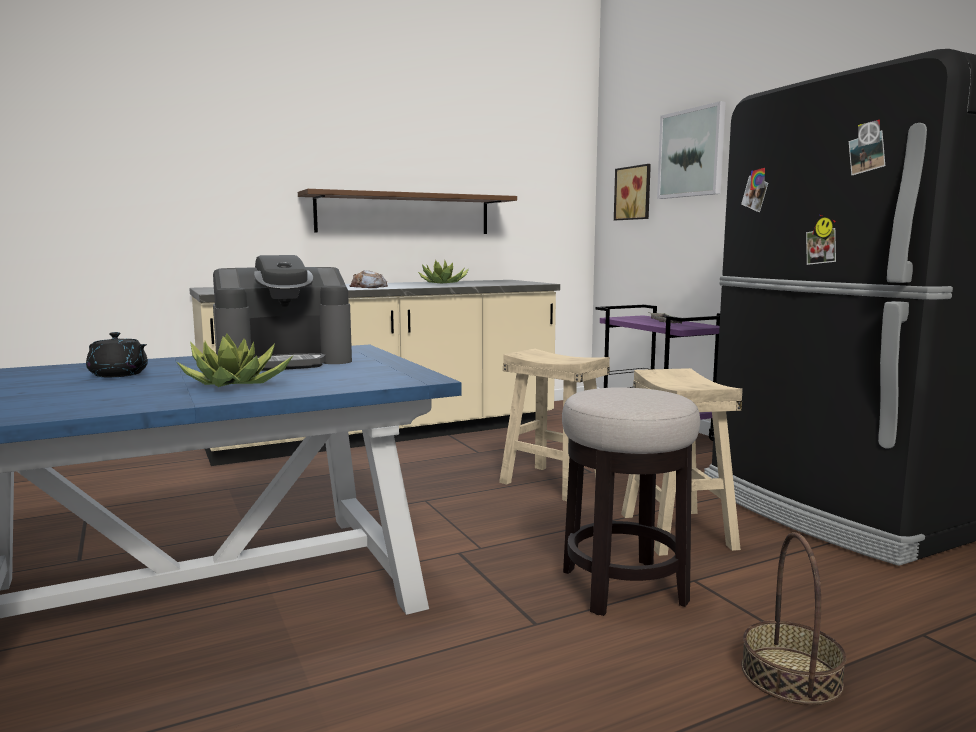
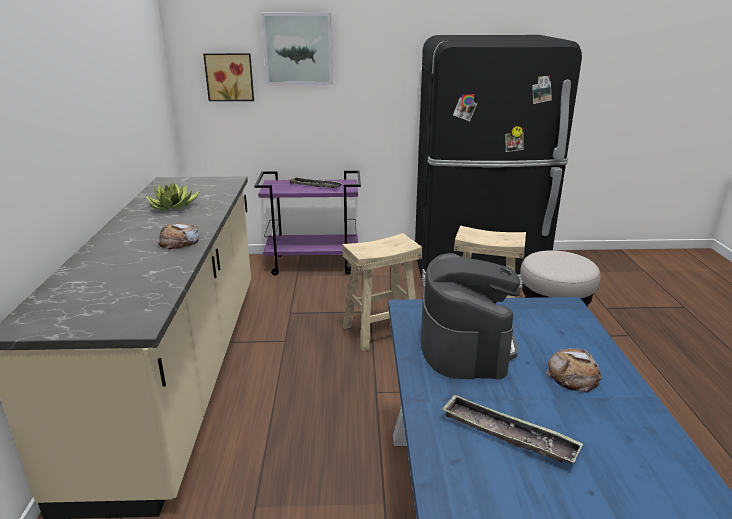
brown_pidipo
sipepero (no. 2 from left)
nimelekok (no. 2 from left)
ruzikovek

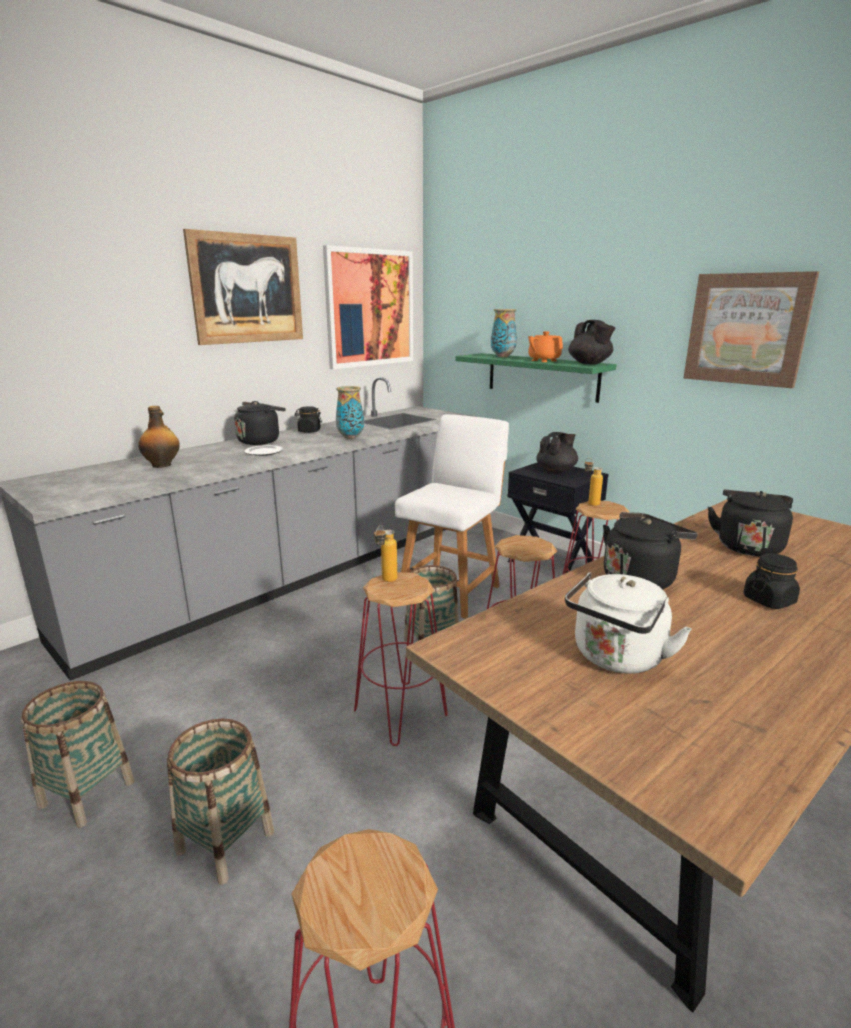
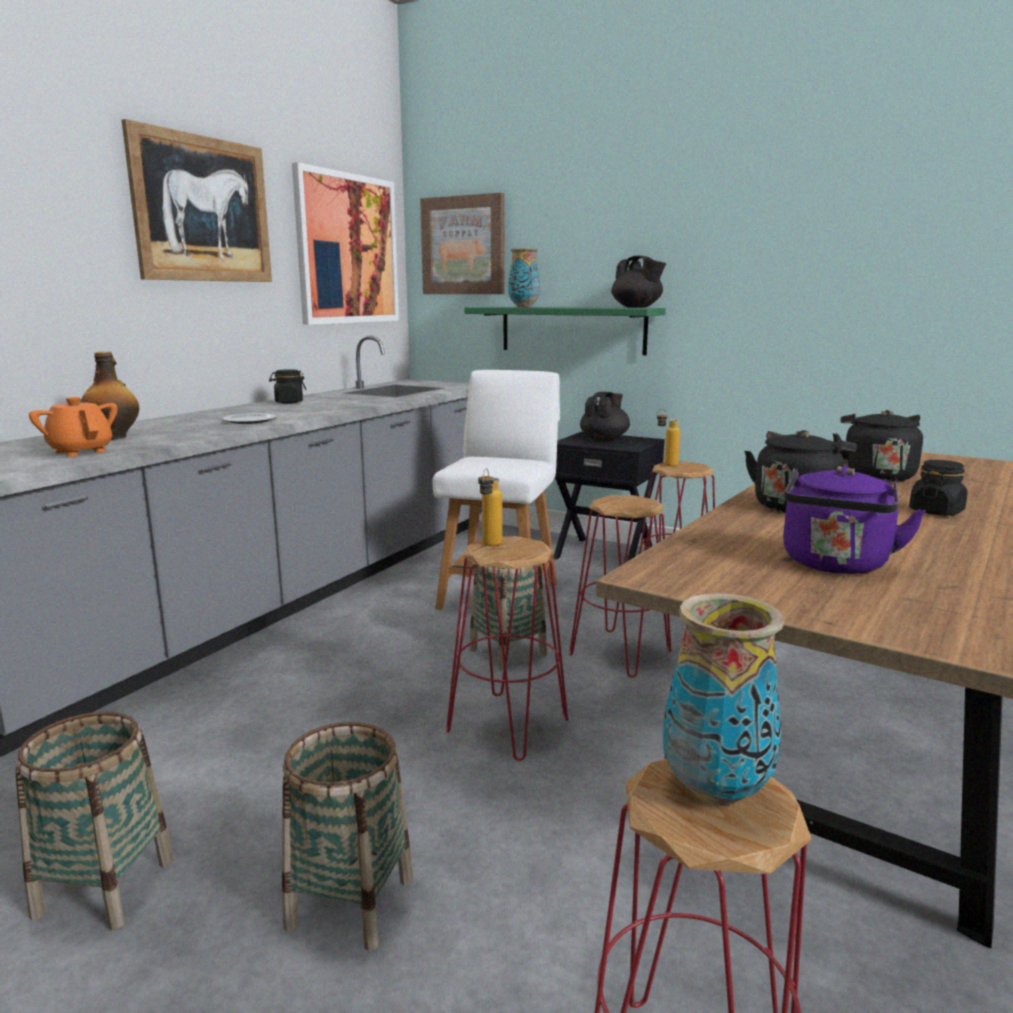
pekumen (no. 3 from left)
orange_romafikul
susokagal (no. 2 from left)
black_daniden (no. 1 from left in the first image)
purple_daniden

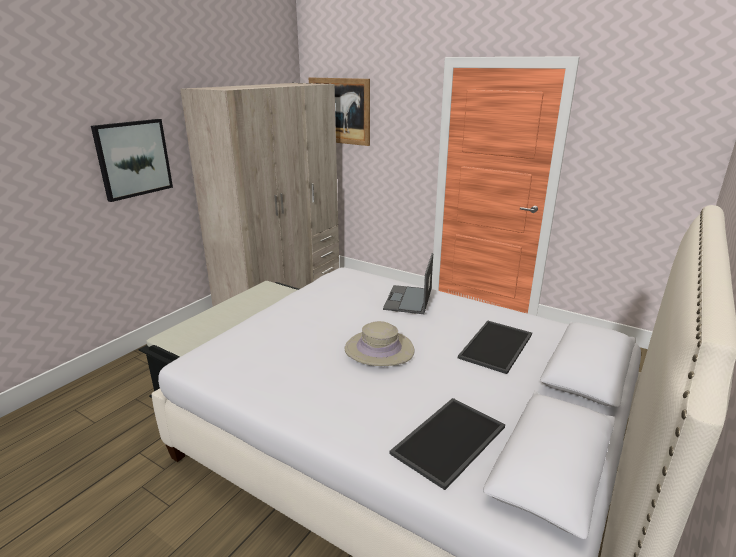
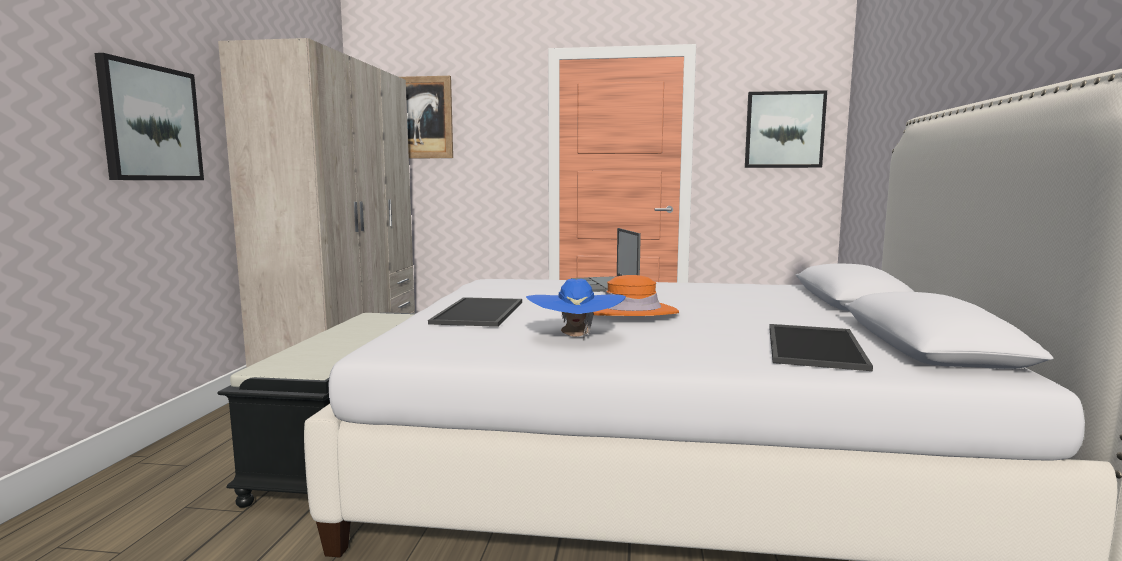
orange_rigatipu
sipepero (no. 1 from left)
pekumen (no. 3 from left)
blue_rigatipu

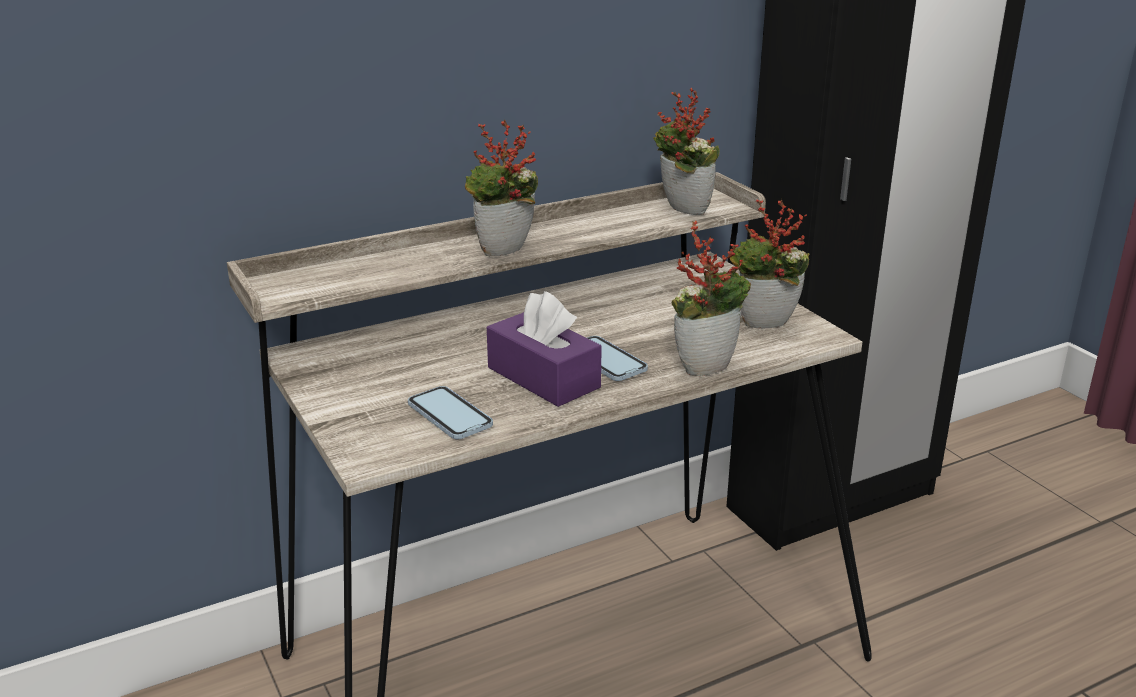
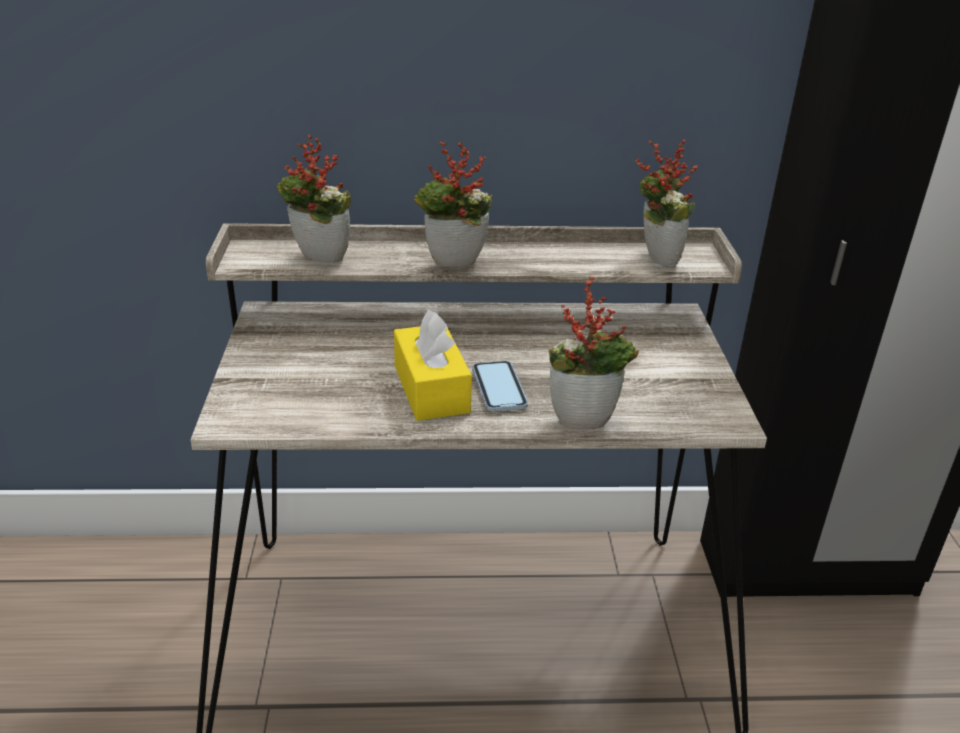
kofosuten (no. 1 from left)
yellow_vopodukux
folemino (no. 1 from left in the first image)

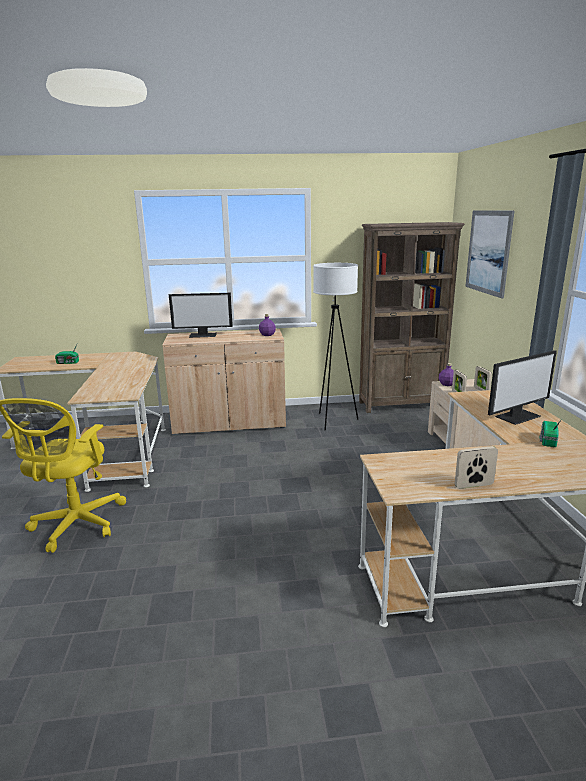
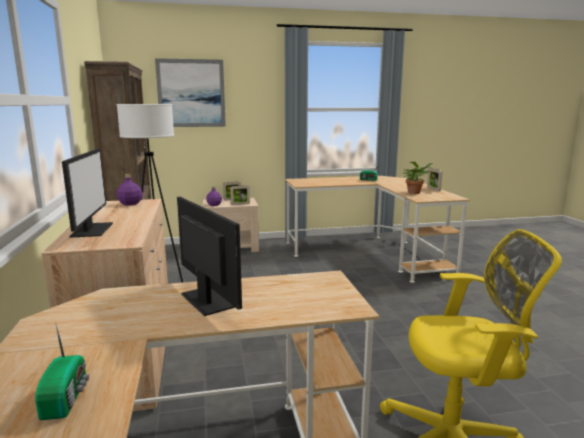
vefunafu (no. 2 from left)
kofosuten

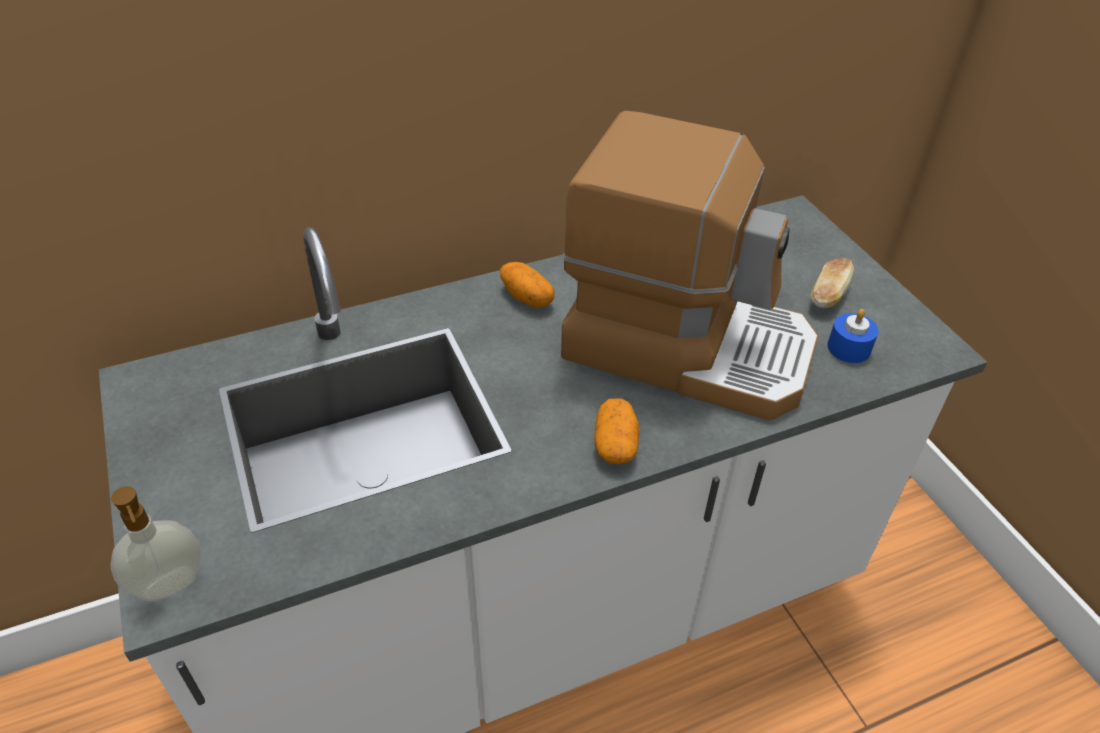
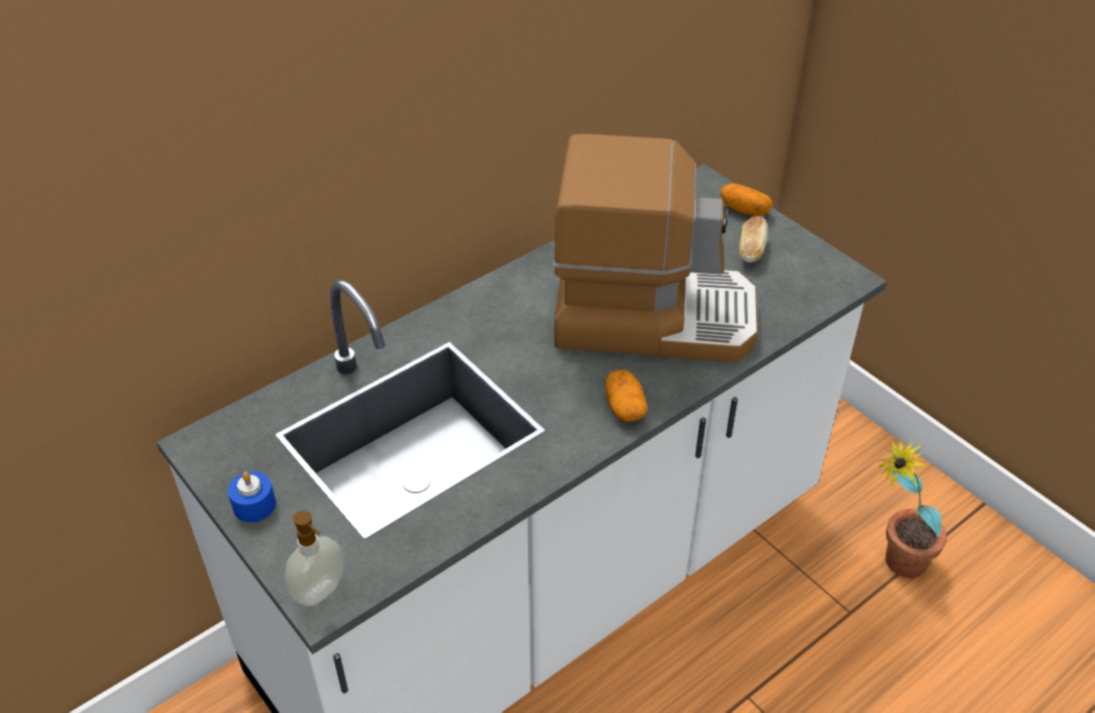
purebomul (no. 2 from left)
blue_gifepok
kofosuten

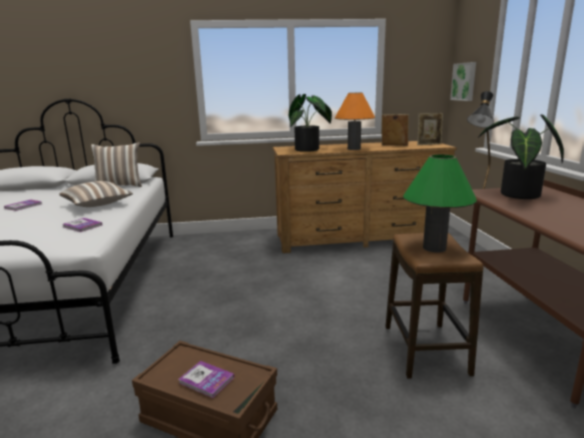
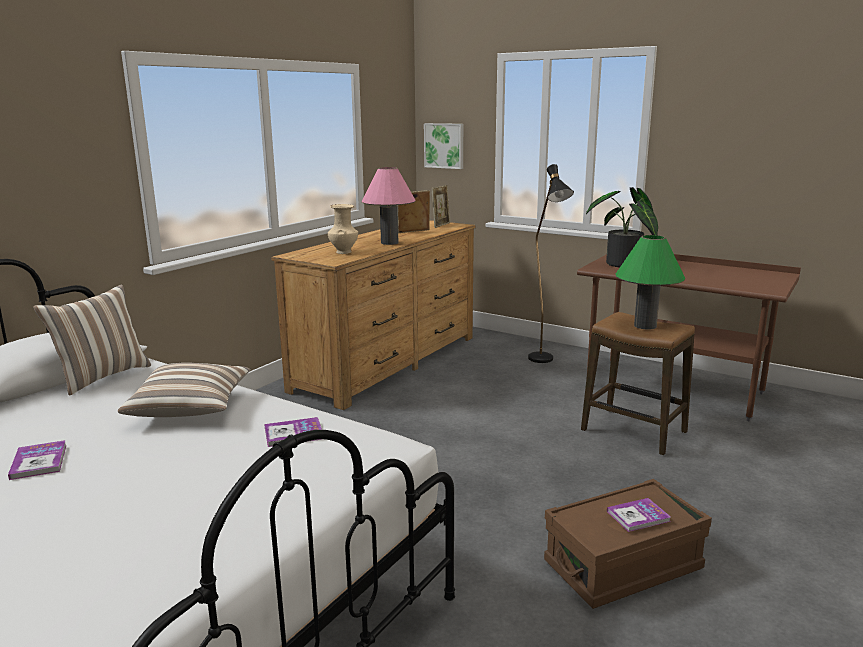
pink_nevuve
beige_susokagal

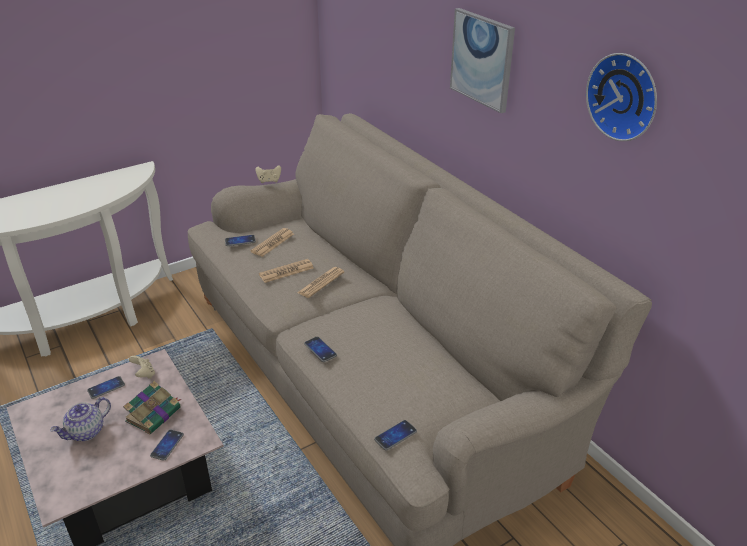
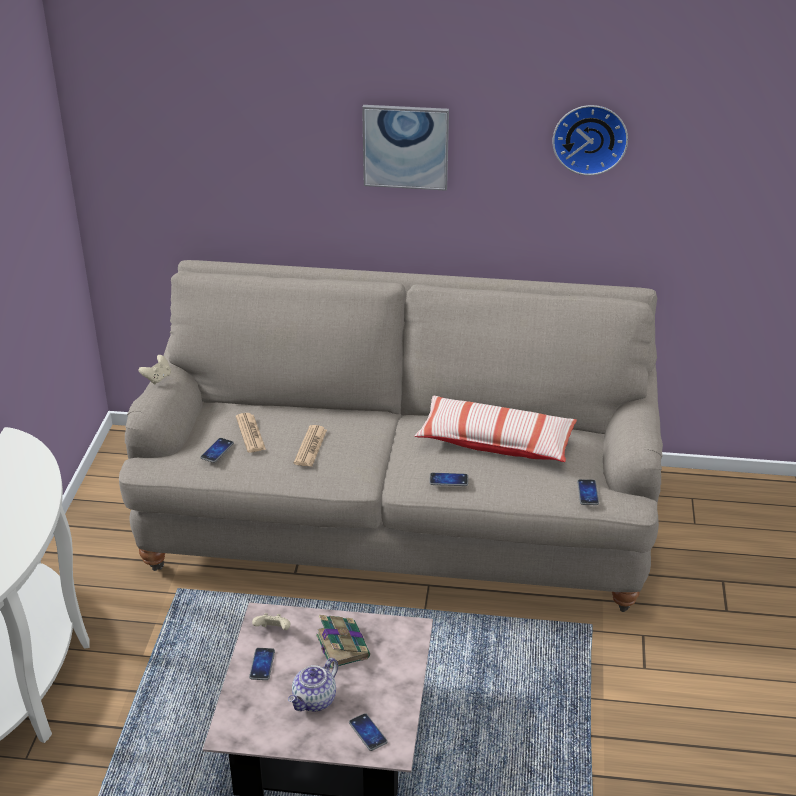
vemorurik (no. 3 from left in the first image)
romafikul
folemino (no. 3 from left)
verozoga

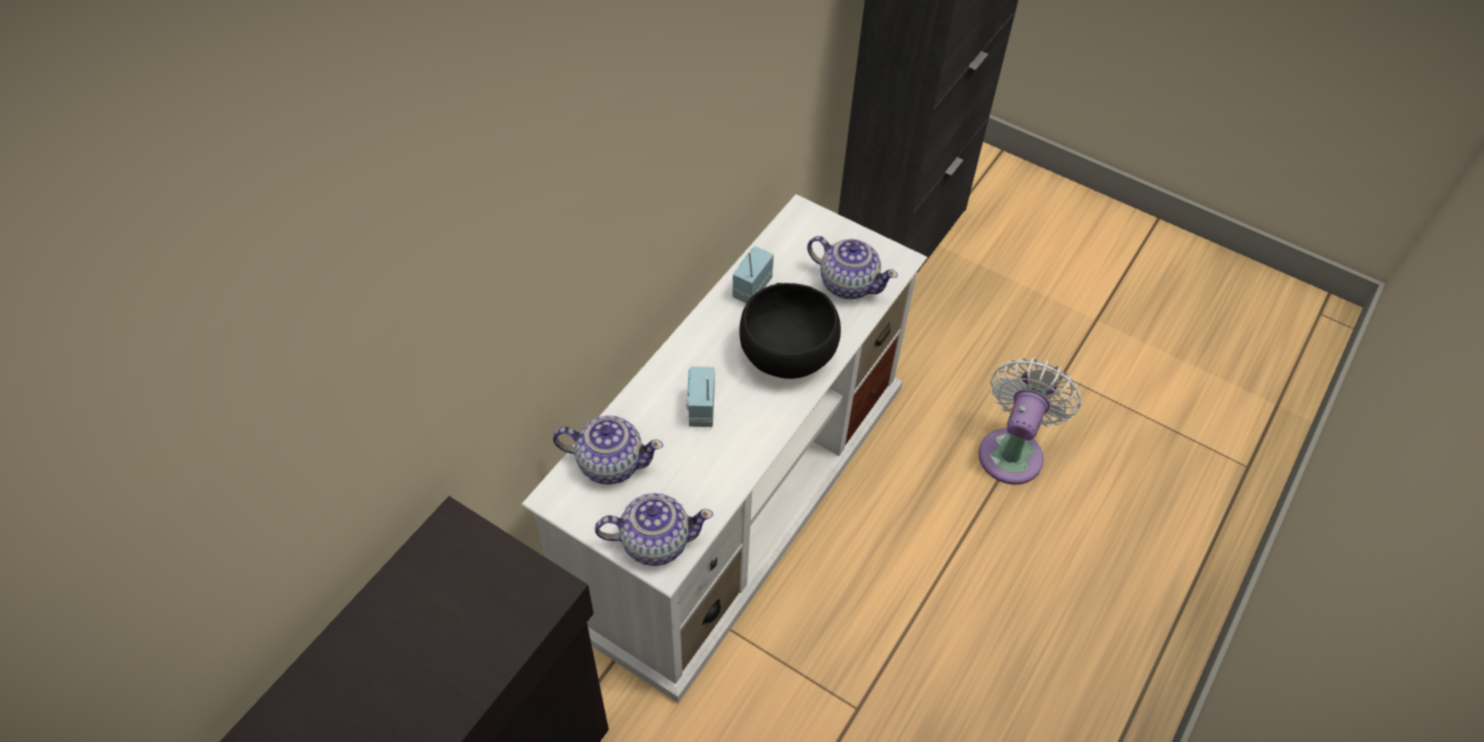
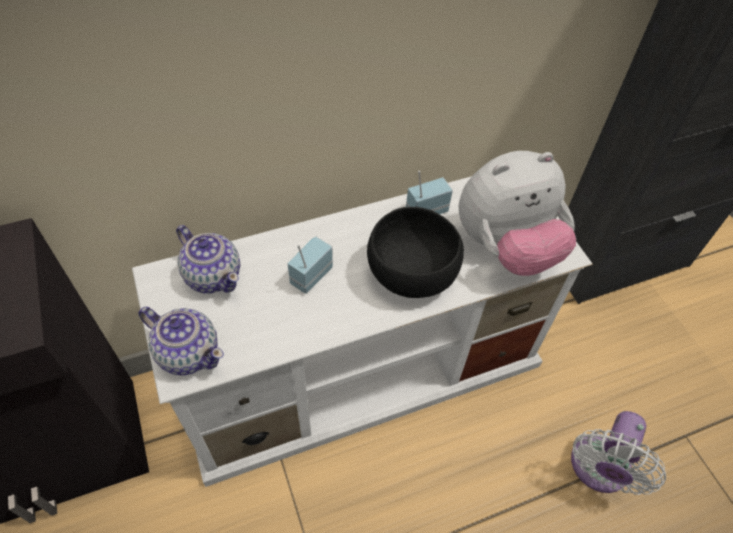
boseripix
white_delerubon

